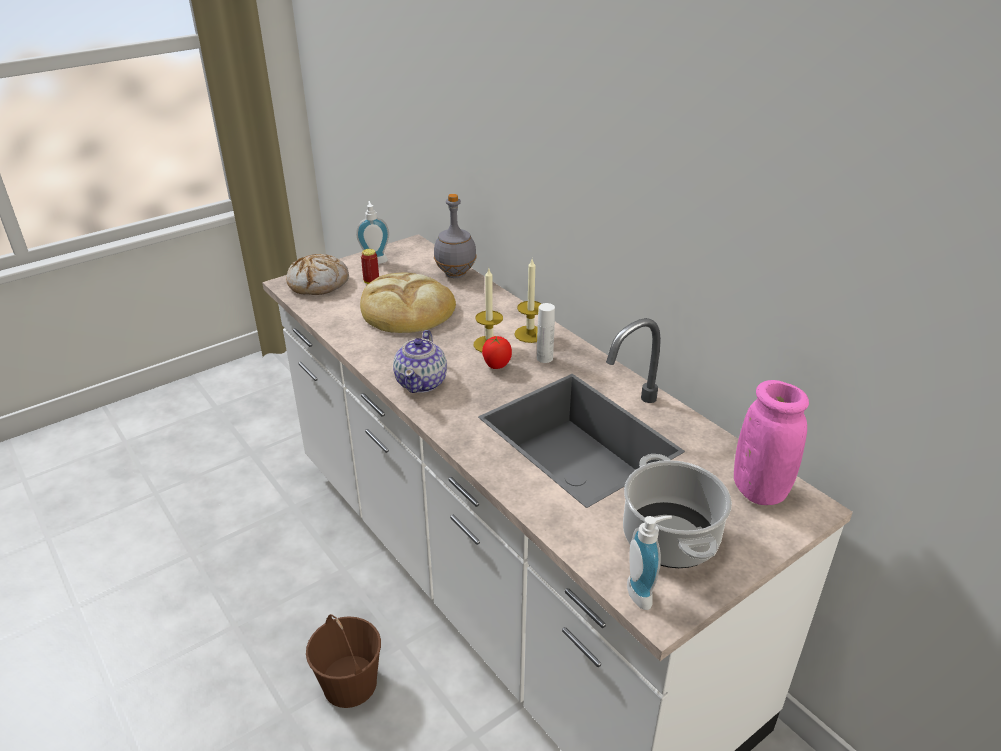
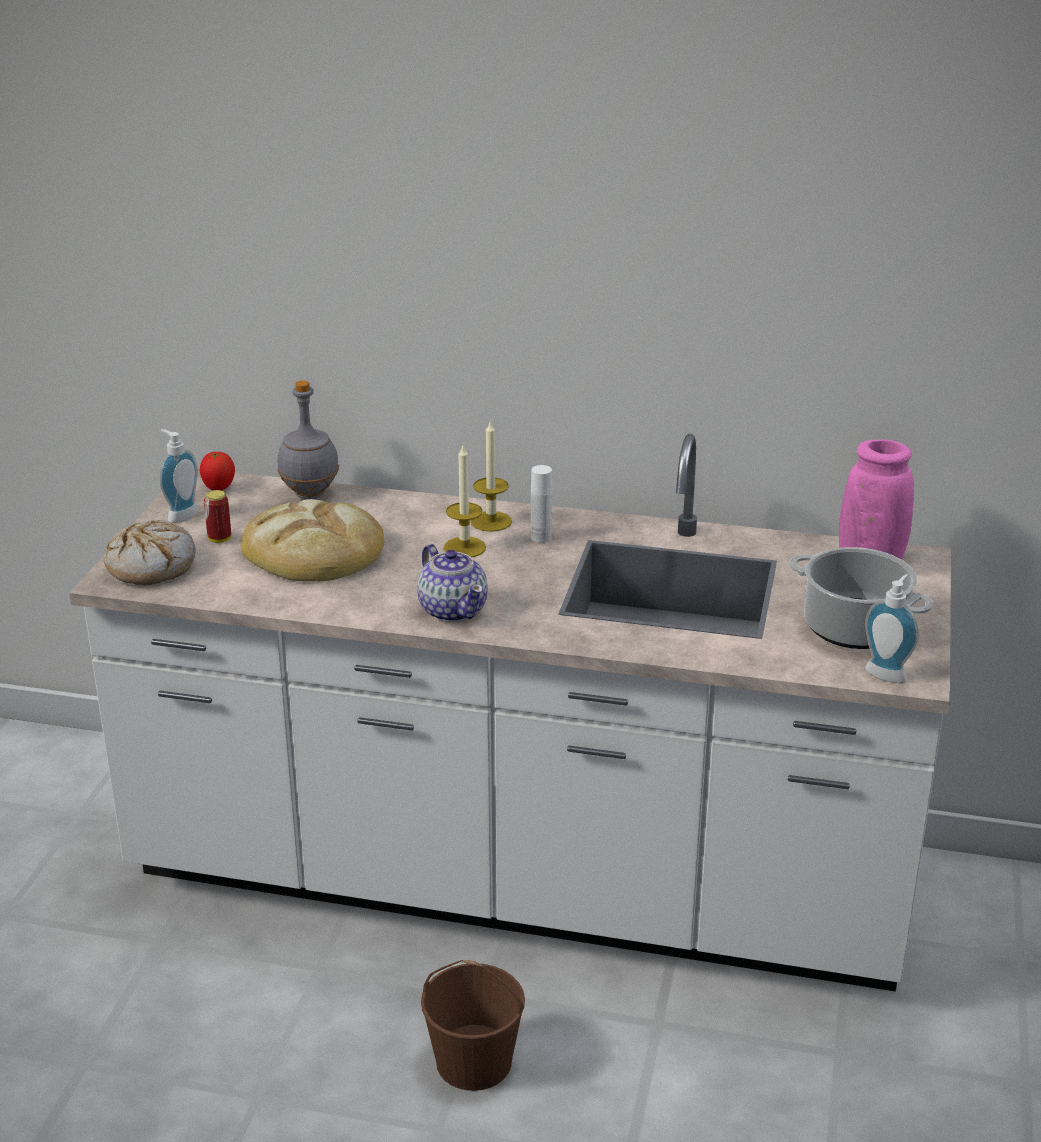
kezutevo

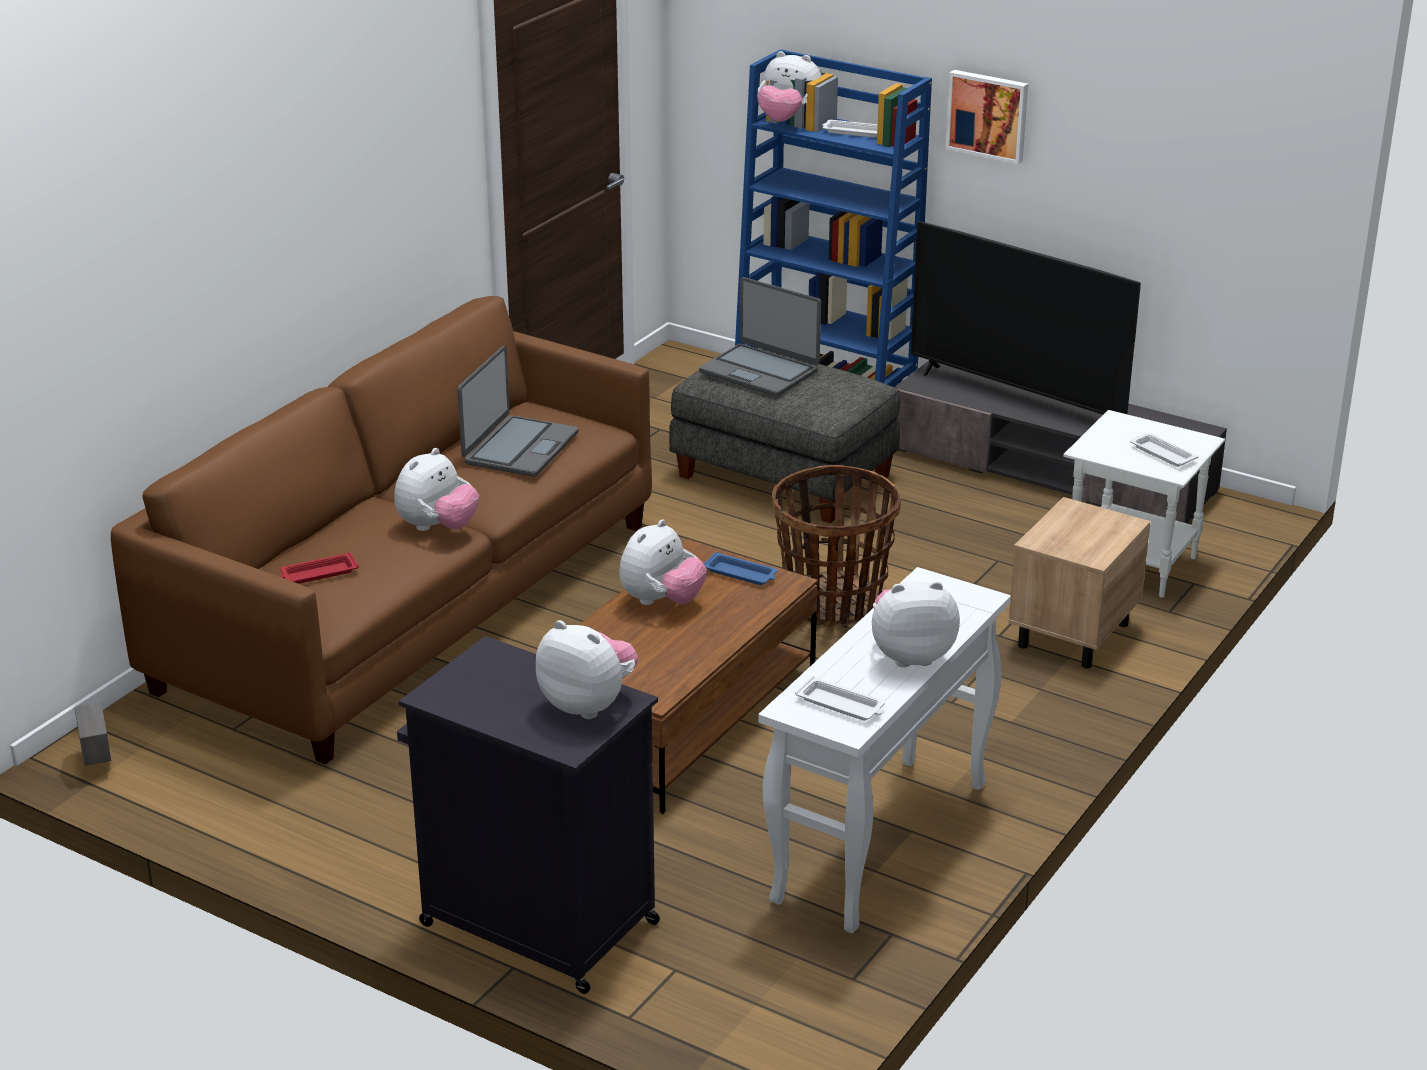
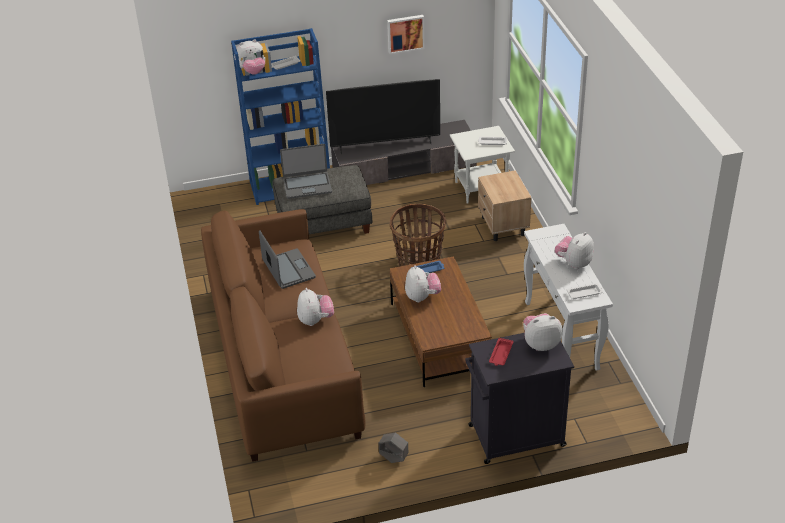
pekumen
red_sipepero
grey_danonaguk

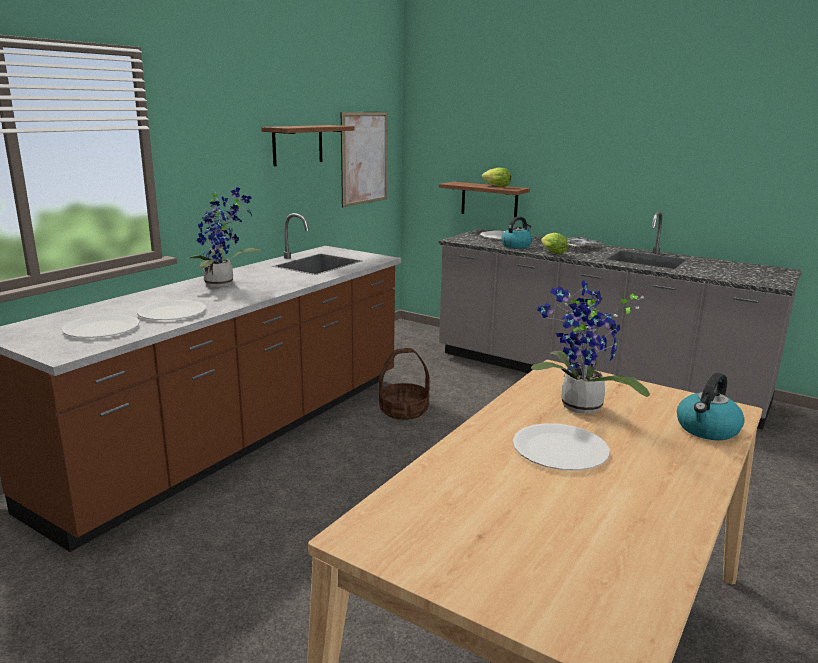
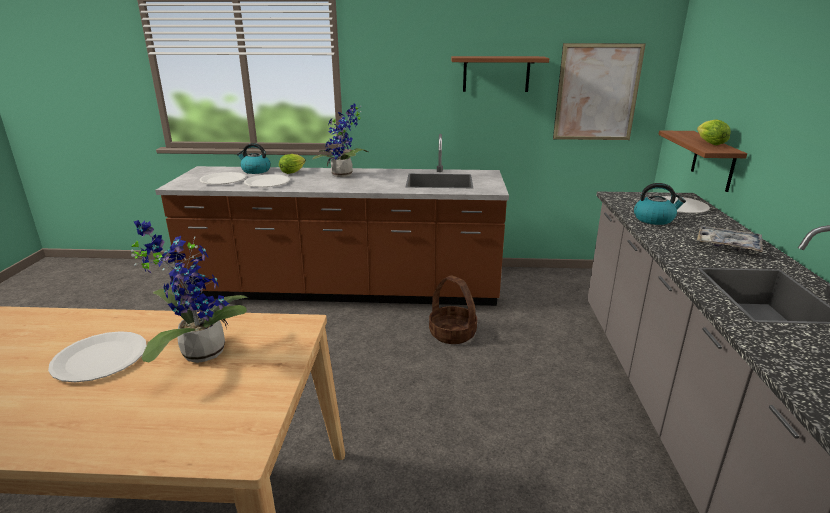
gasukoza (no. 1 from left)
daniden (no. 1 from left)

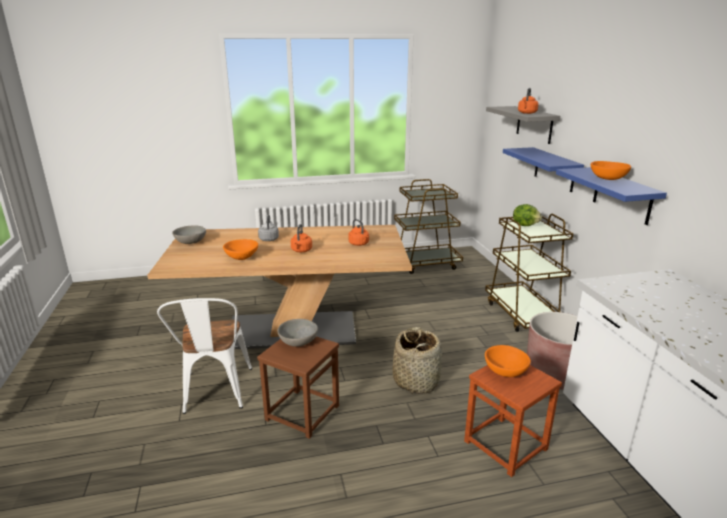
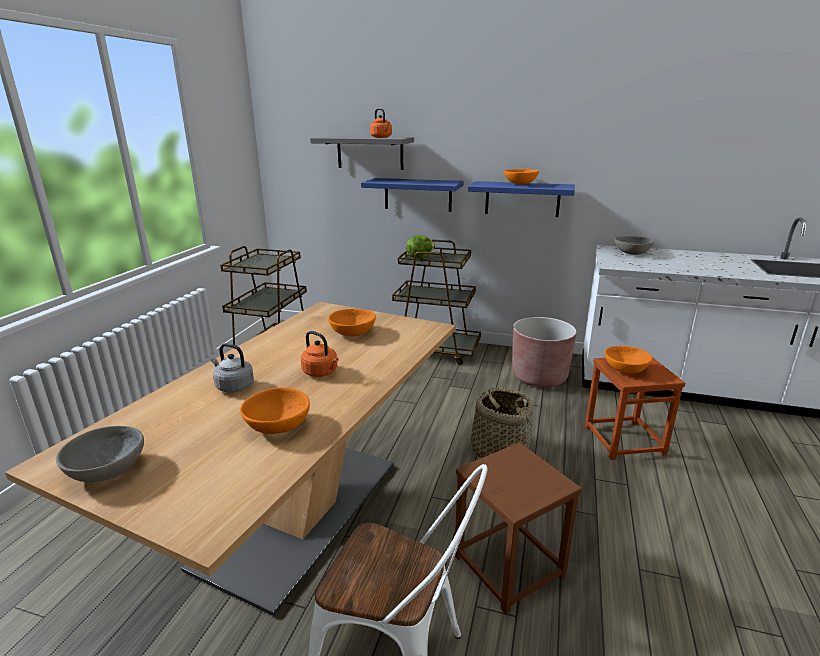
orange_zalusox (no. 2 from left)
grey_zalusox (no. 2 from left)

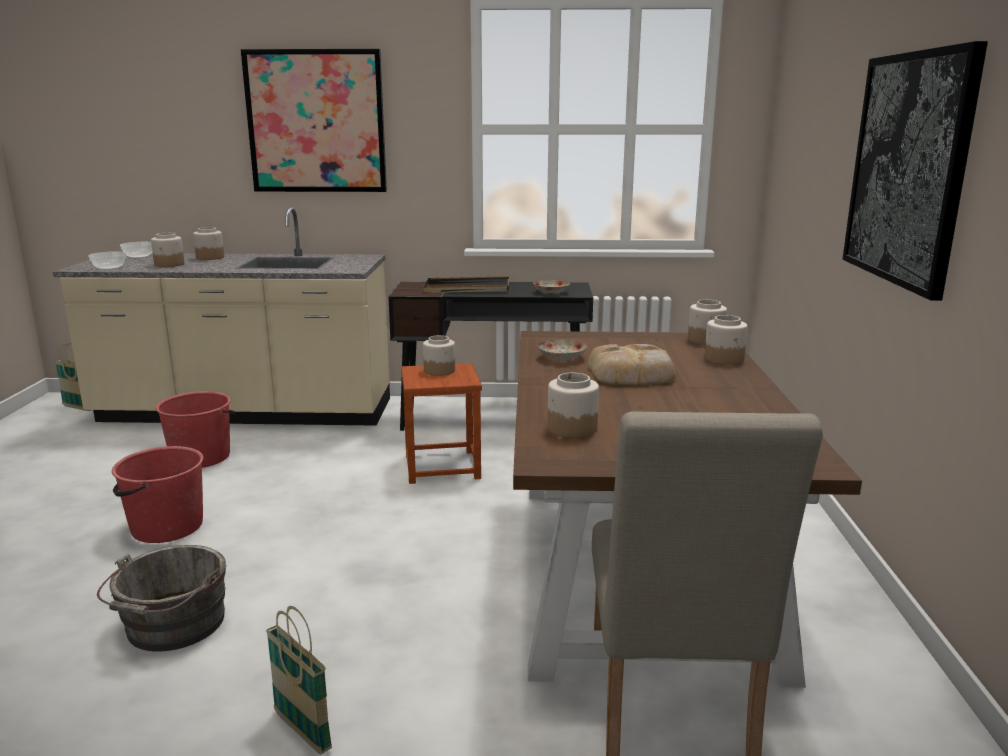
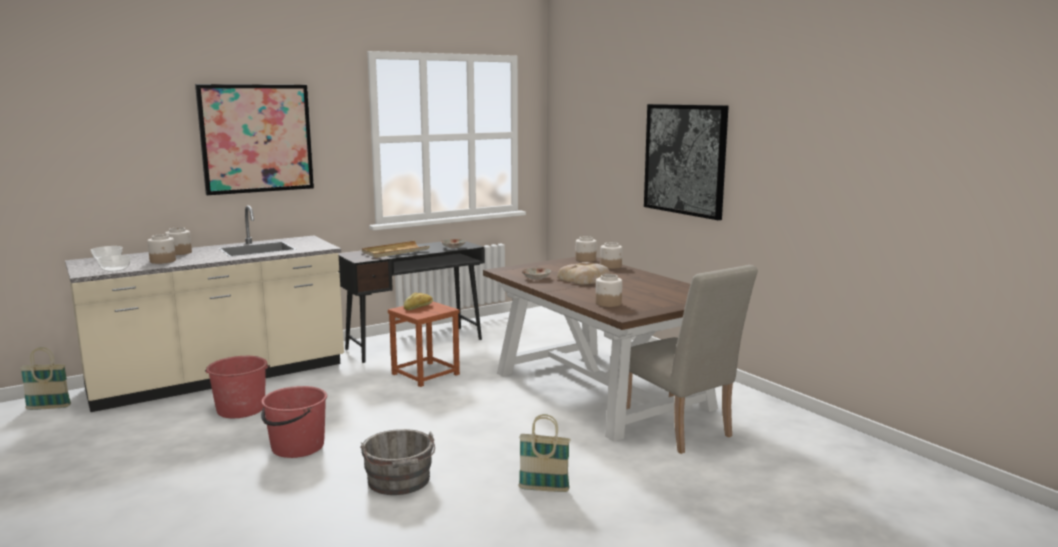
beige_sipepero
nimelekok (no. 1 from left)

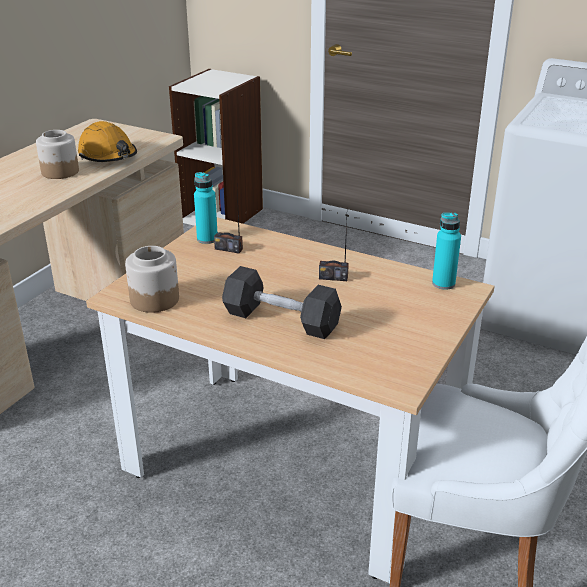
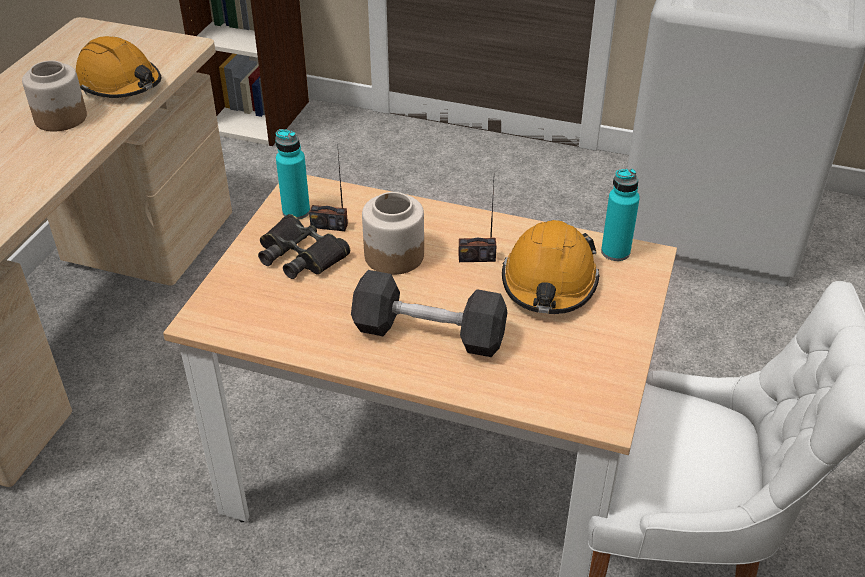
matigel (no. 2 from left)
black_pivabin
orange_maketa (no. 2 from left)

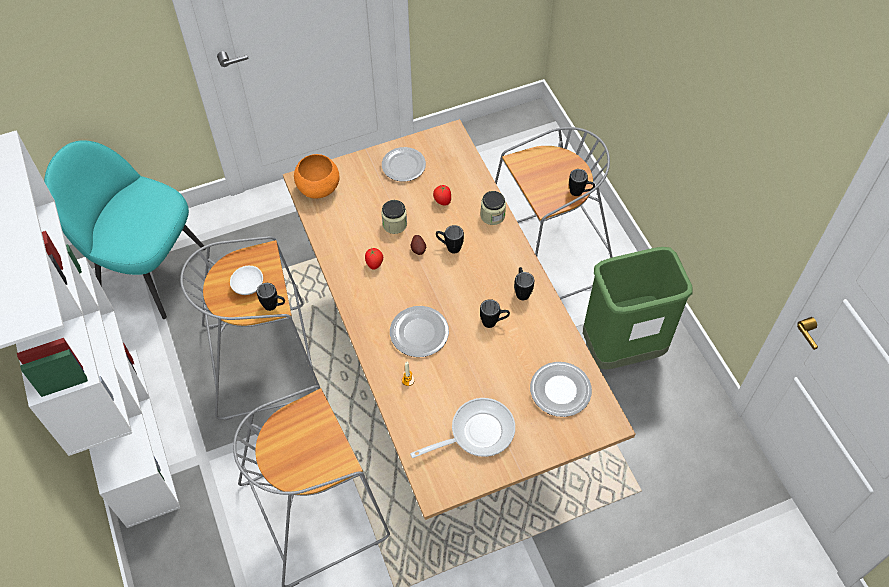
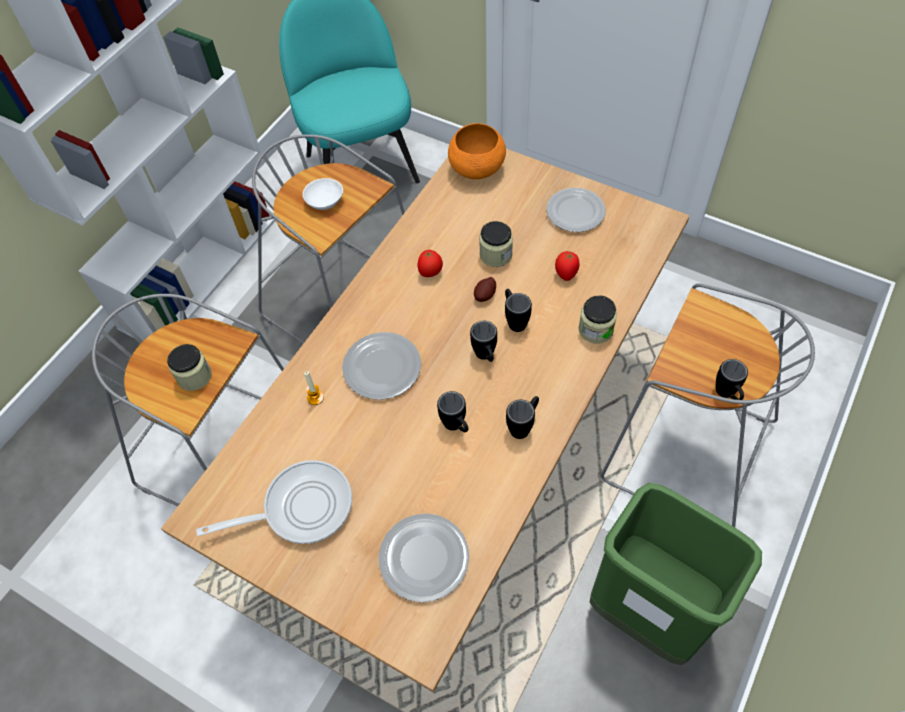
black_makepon (no. 2 from left)
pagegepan
matigel (no. 1 from left)

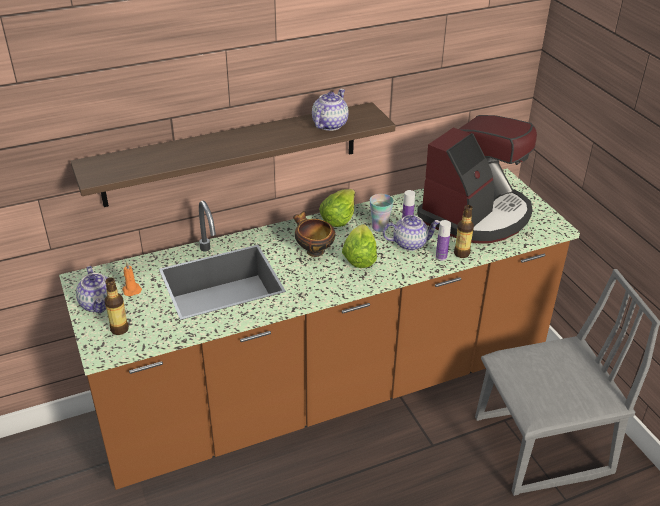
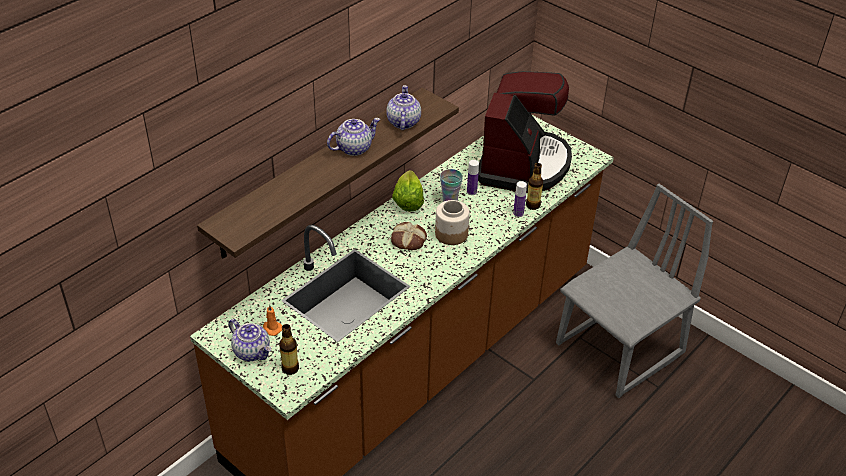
nimelekok
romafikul (no. 2 from left)
matigel

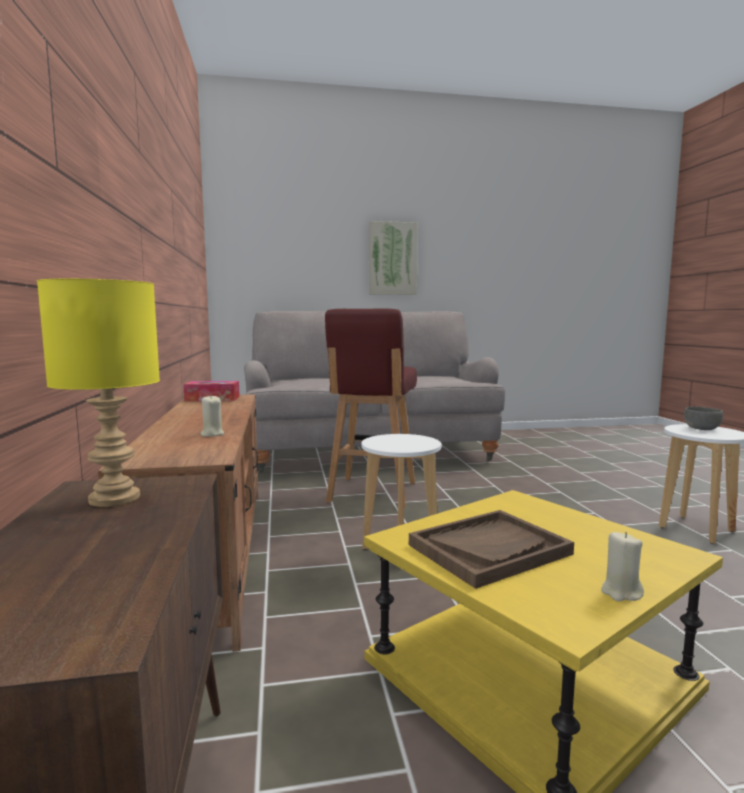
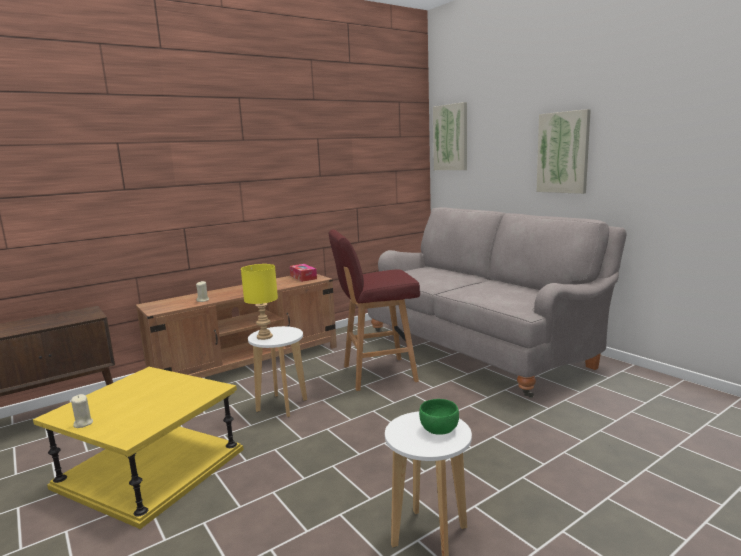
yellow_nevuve
green_zalusox
brown_sipepero
pekumen (no. 1 from left)

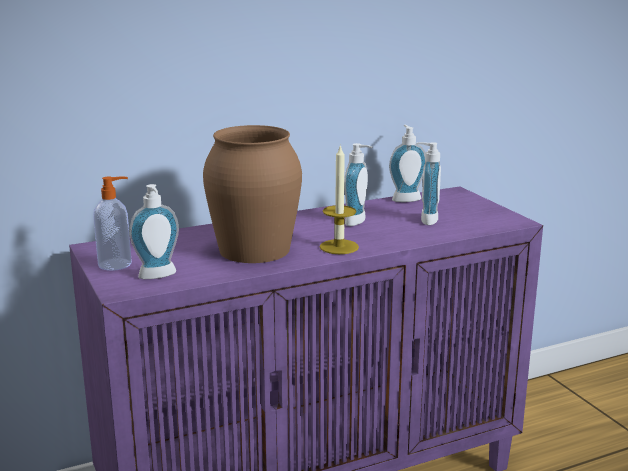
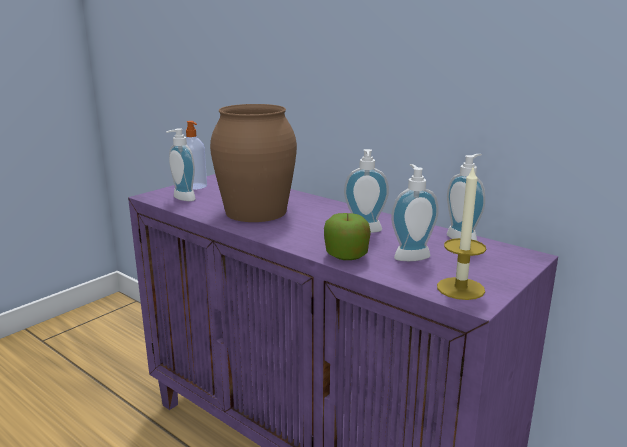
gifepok
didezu

